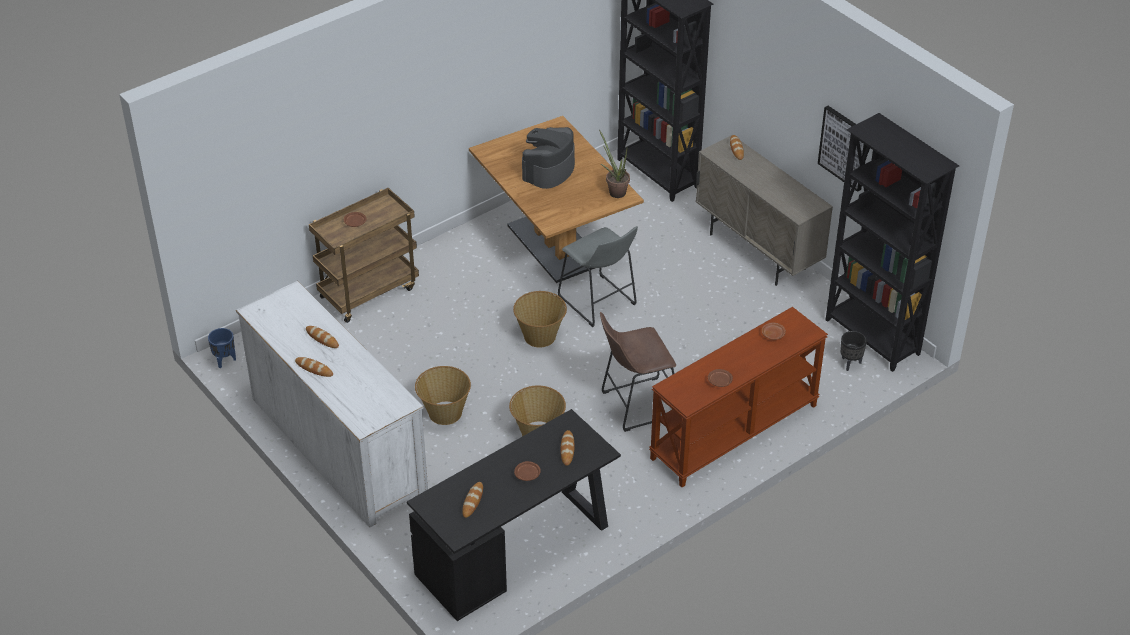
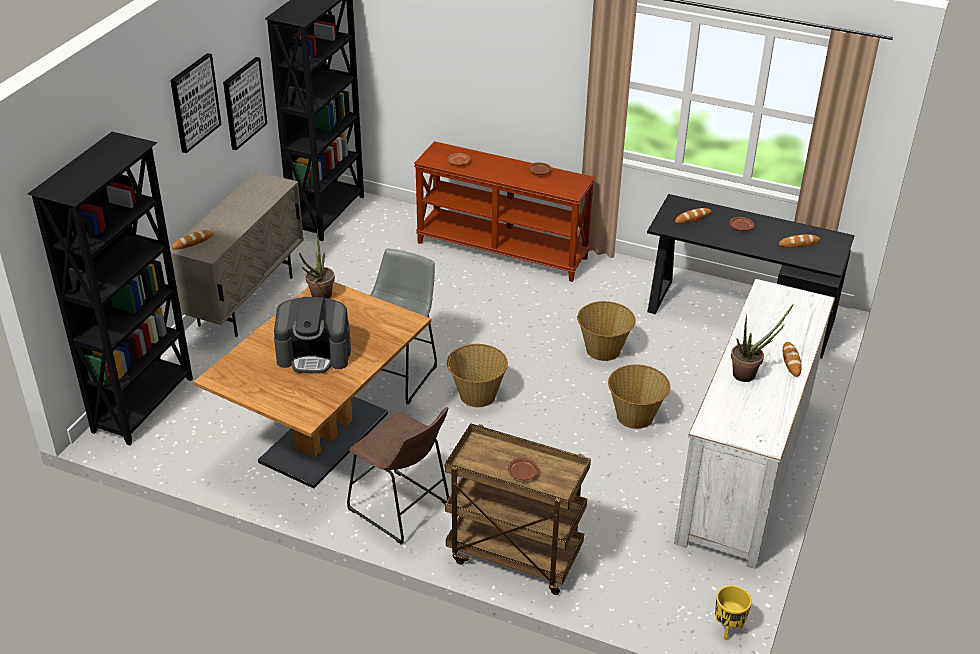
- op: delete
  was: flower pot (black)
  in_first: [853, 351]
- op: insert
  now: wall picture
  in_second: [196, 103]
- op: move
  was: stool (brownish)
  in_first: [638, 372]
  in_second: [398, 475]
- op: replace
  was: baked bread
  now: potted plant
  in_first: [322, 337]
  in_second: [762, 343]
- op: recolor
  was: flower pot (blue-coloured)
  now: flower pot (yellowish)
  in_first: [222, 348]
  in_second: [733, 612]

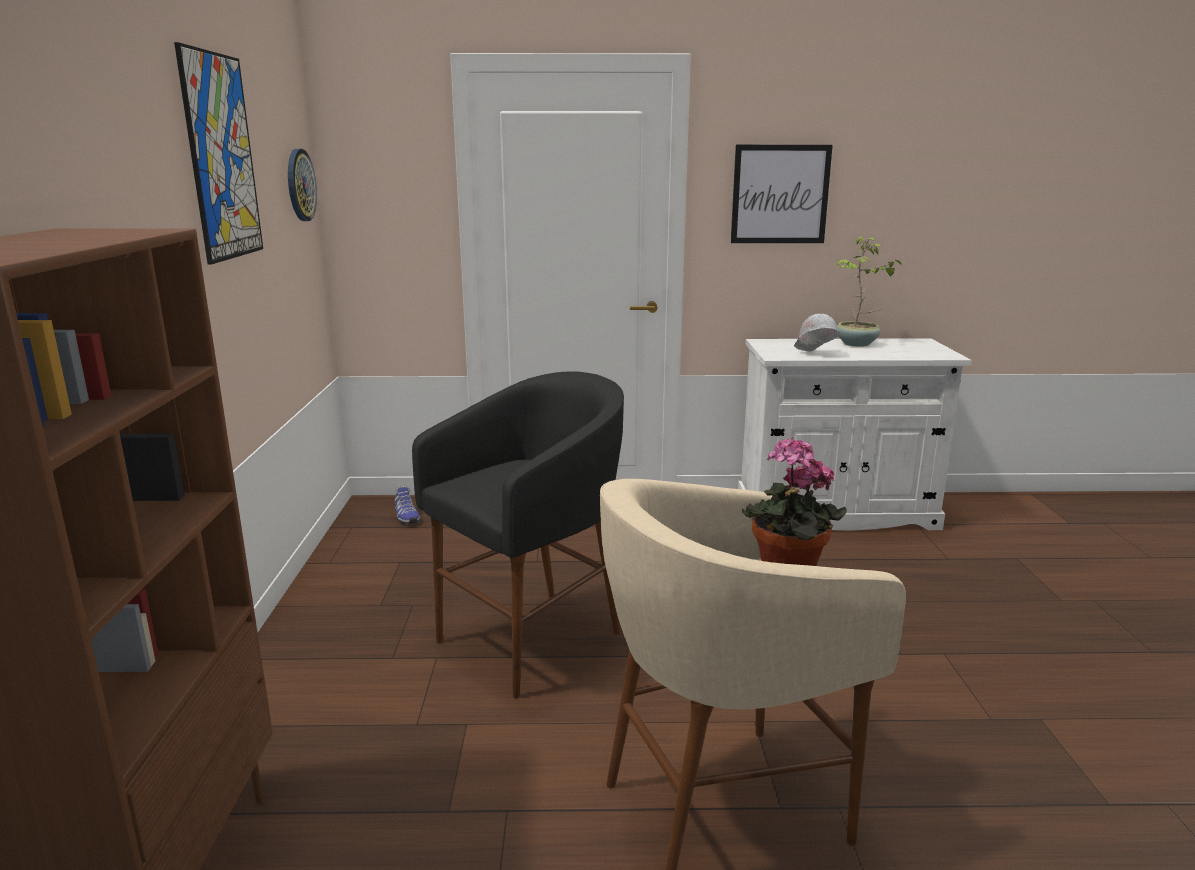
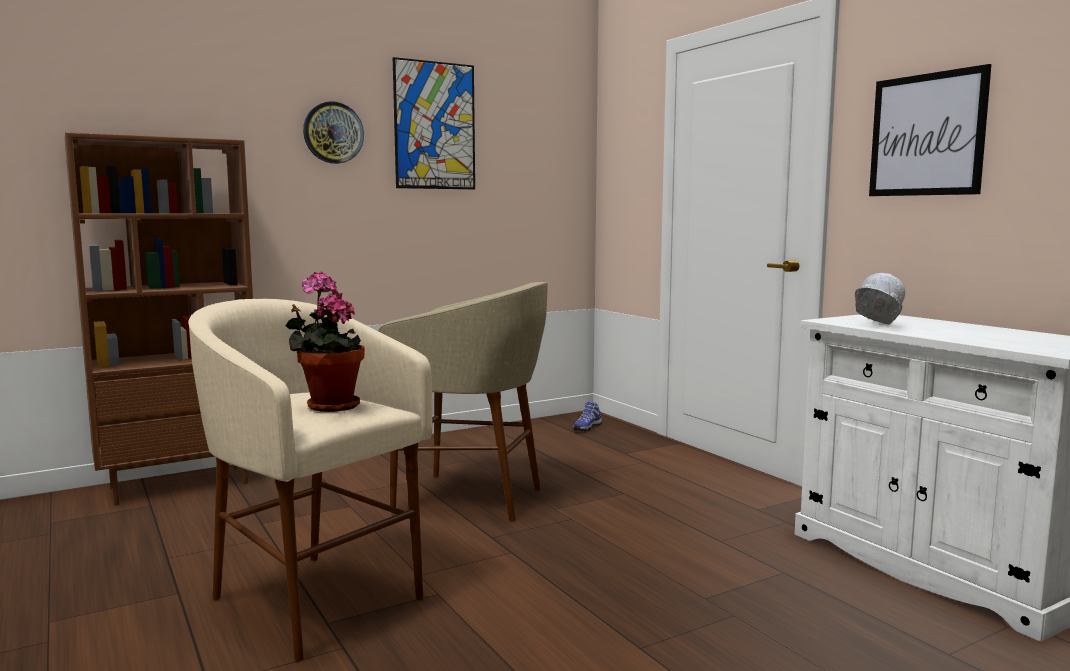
- op: delete
  was: potted plant
  in_first: [868, 291]
- op: move
  was: clock on the wall
  in_first: [302, 185]
  in_second: [333, 132]
- op: recolor
  was: stool (black)
  now: stool (beige)
  in_first: [518, 535]
  in_second: [463, 401]

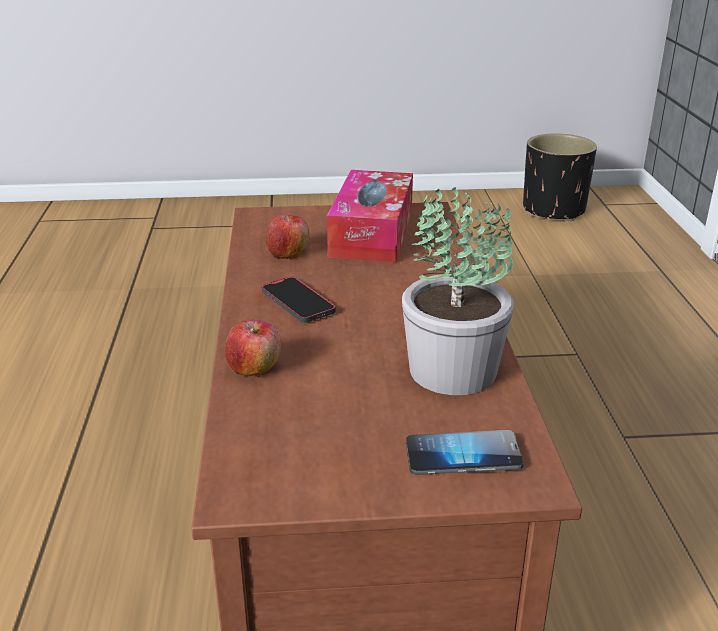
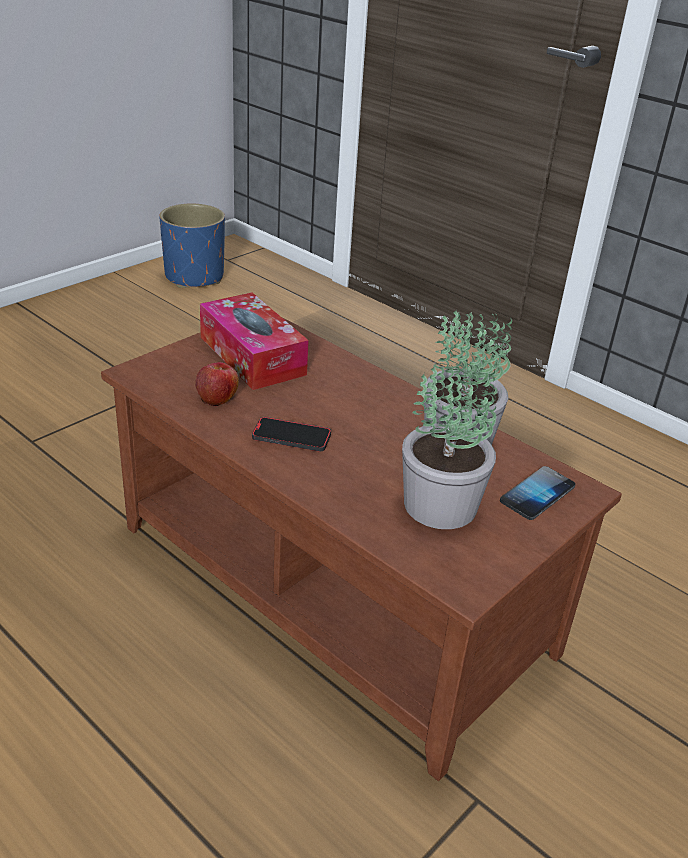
- op: delete
  was: whole apple
  in_first: [253, 348]
- op: insert
  now: potted plant
  in_second: [449, 446]
- op: recolor
  was: flower pot (black)
  now: flower pot (blue-coloured)
  in_first: [560, 177]
  in_second: [192, 246]

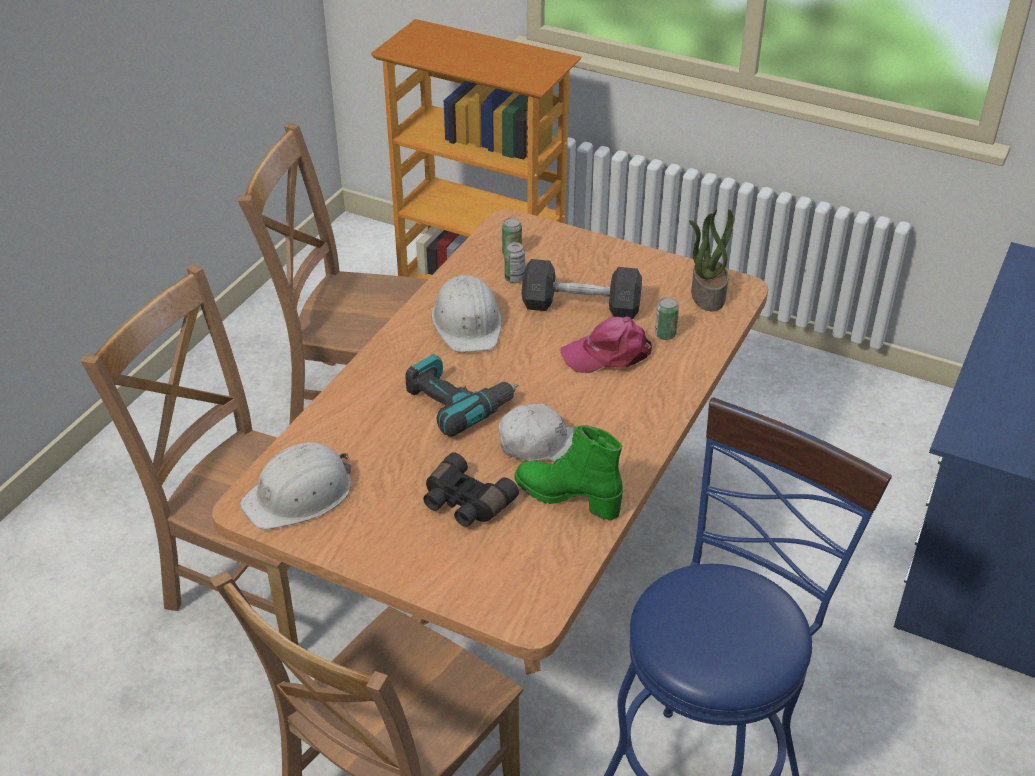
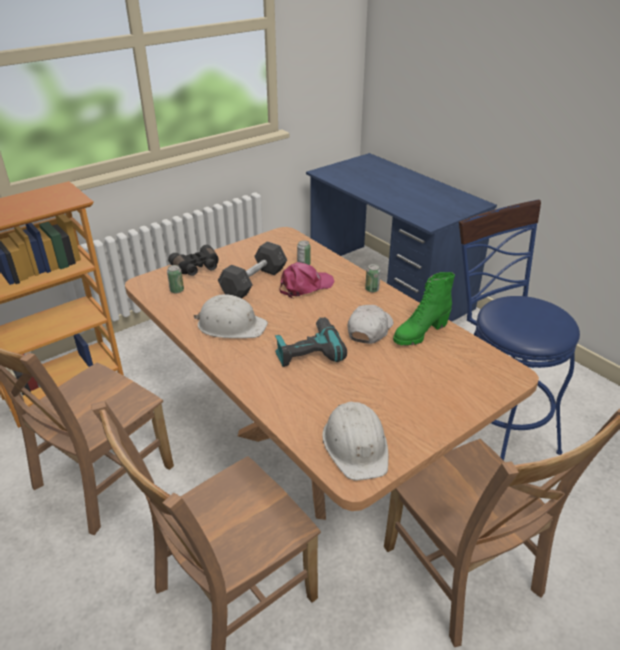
- op: delete
  was: potted plant
  in_first: [711, 260]
- op: move
  was: pair of binoculars (black)
  in_first: [471, 489]
  in_second: [193, 260]
- op: move
  was: can
  in_first: [514, 262]
  in_second: [373, 278]
- op: rotate
  was: baseball cap (pink-coloured)
  in_first: [606, 345]
  in_second: [306, 280]
  clockwise: -135

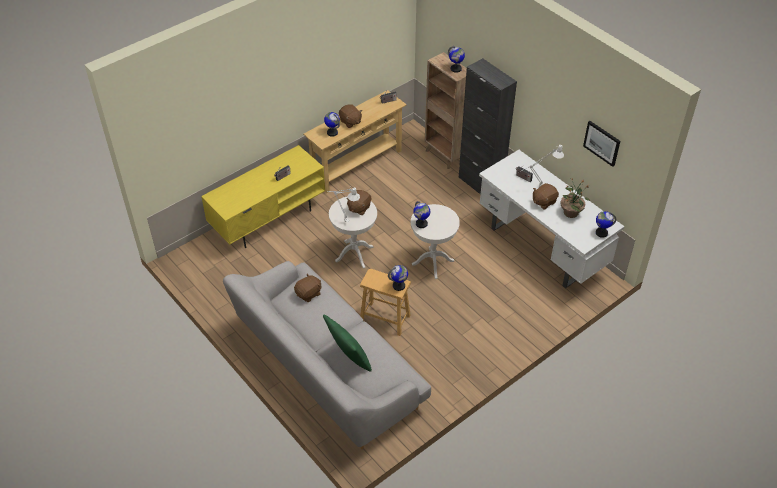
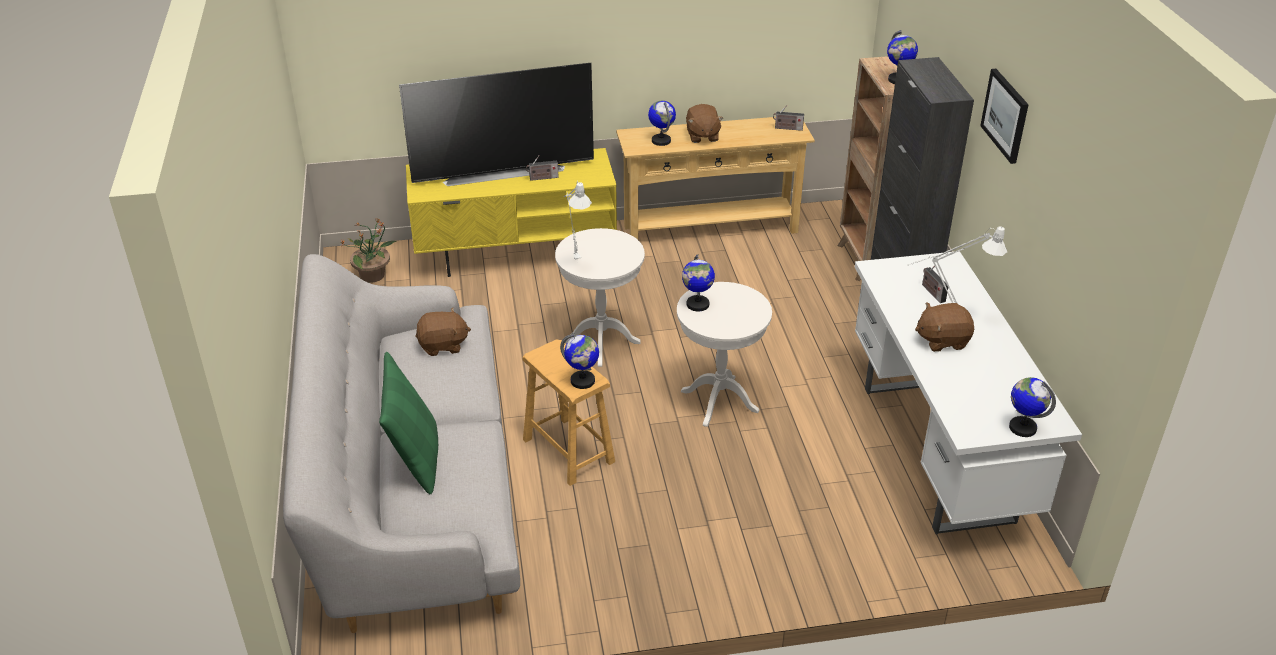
- op: delete
  was: cuddly toy (brownish)
  in_first: [358, 202]
- op: insert
  now: TV set
  in_second: [496, 124]
- op: move
  was: potted plant
  in_first: [575, 198]
  in_second: [368, 250]
- op: move
  was: wall picture
  in_first: [601, 144]
  in_second: [1004, 116]

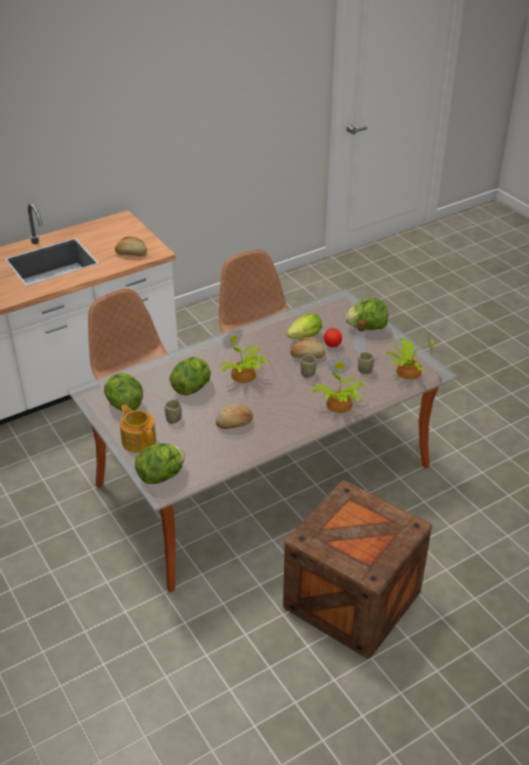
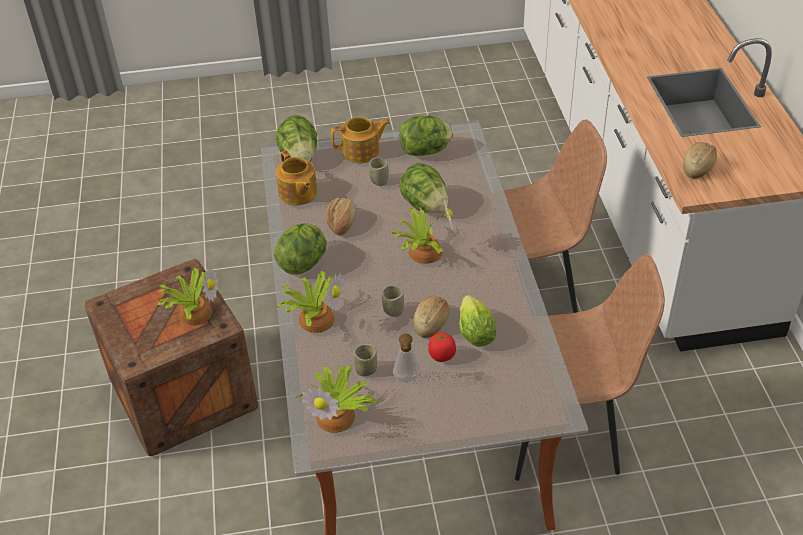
- op: insert
  now: potted plant
  in_second: [187, 296]
- op: insert
  now: teapot
  in_second: [297, 177]
- op: move
  was: lettuce
  in_first: [366, 314]
  in_second: [300, 249]

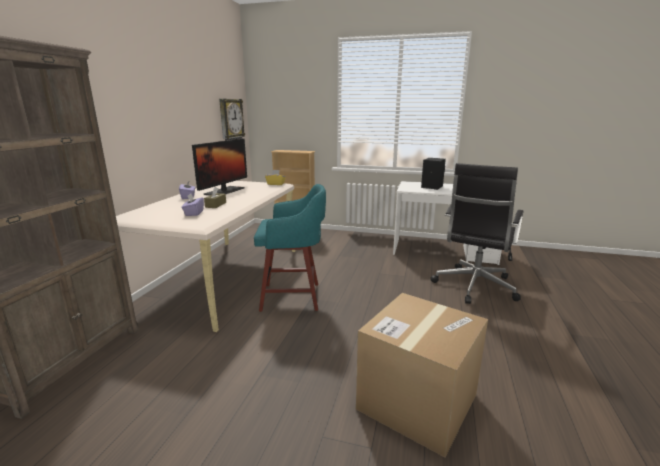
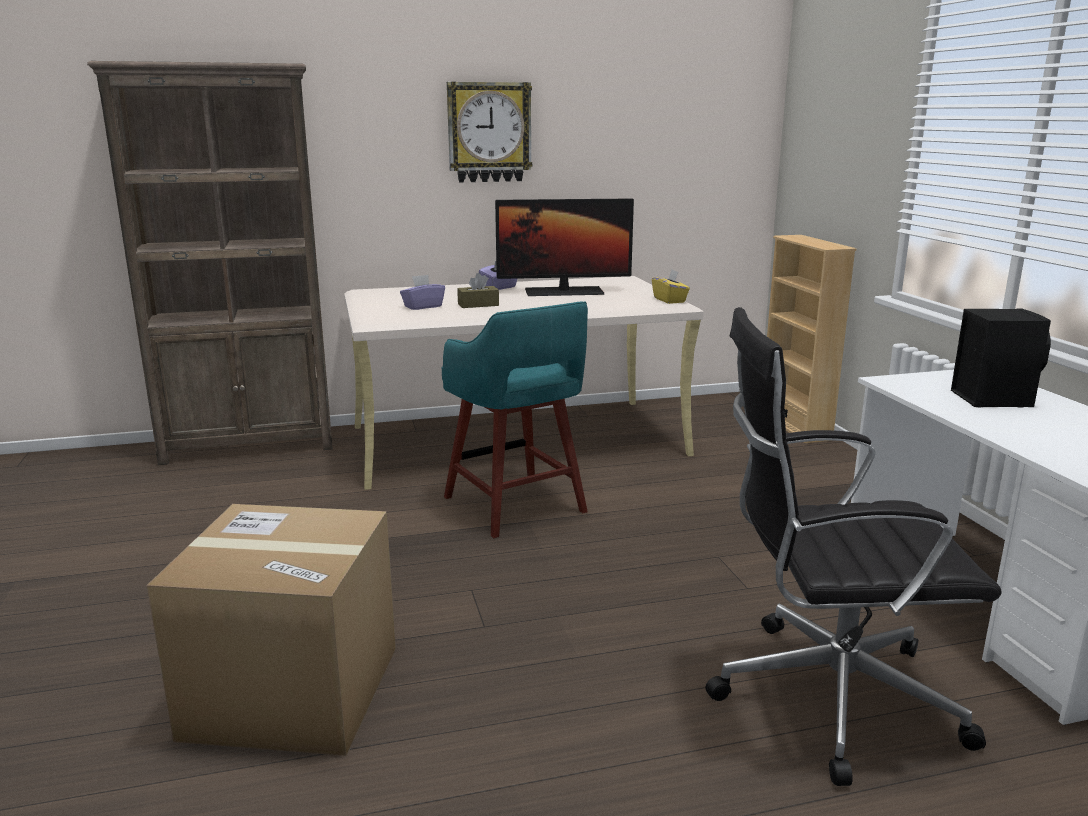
- op: move
  was: clock on the wall
  in_first: [232, 120]
  in_second: [489, 132]

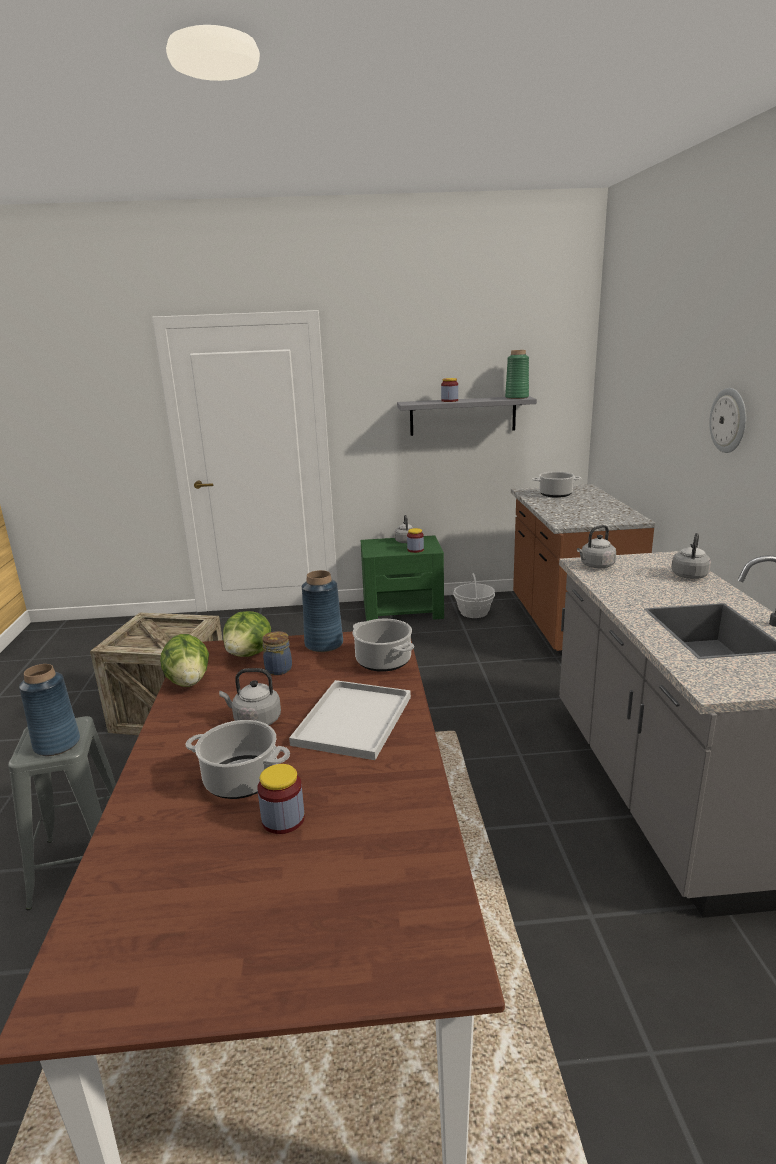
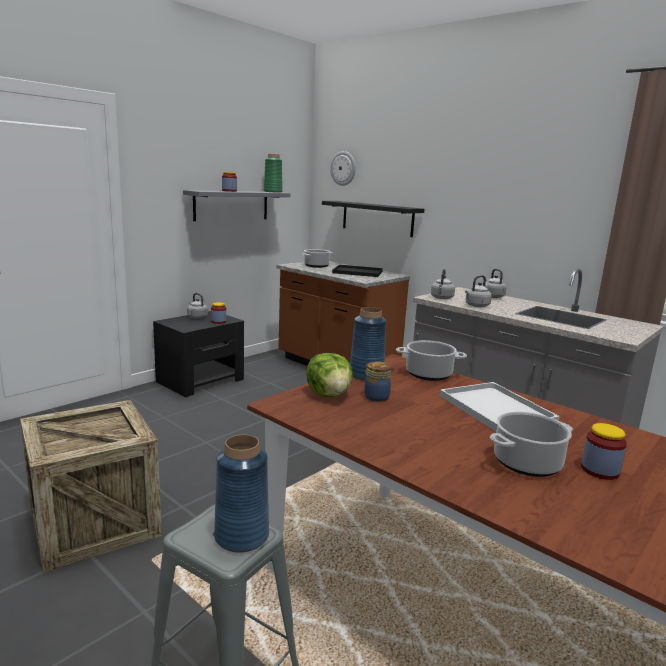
- op: delete
  was: lettuce
  in_first: [184, 660]
- op: delete
  was: basket
  in_first: [474, 595]
- op: insert
  now: wall shelf (black)
  in_second: [373, 219]
- op: insert
  now: serving tray (black)
  in_second: [357, 271]
- op: move
  was: water kettle (grey)
  in_first: [250, 696]
  in_second: [478, 291]
- op: move
  was: clock on the wall
  in_first: [727, 420]
  in_second: [343, 168]
- op: recolor
  was: night table (green-coloured)
  now: night table (black)
  in_first: [402, 578]
  in_second: [198, 354]

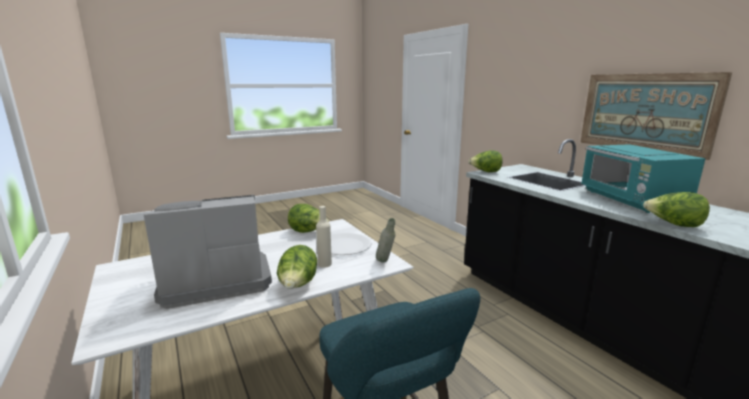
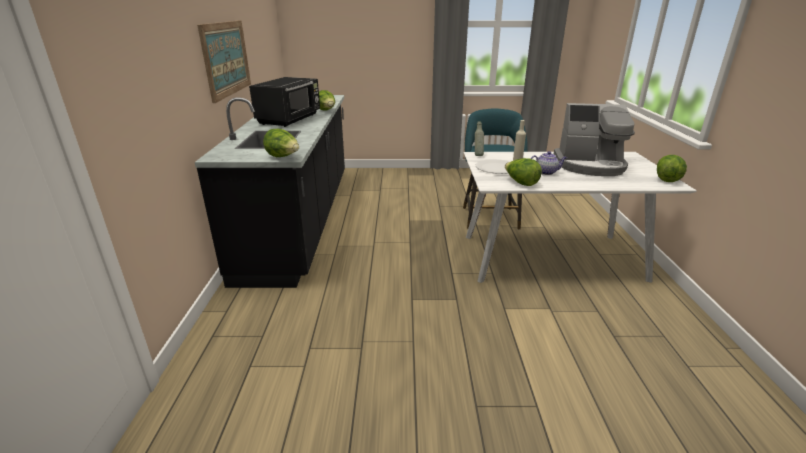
- op: insert
  now: teapot
  in_second: [548, 163]
- op: move
  was: lettuce
  in_first: [297, 267]
  in_second: [672, 168]
- op: recolor
  was: microwave oven (blue-green)
  now: microwave oven (black)
  in_first: [643, 178]
  in_second: [284, 102]

